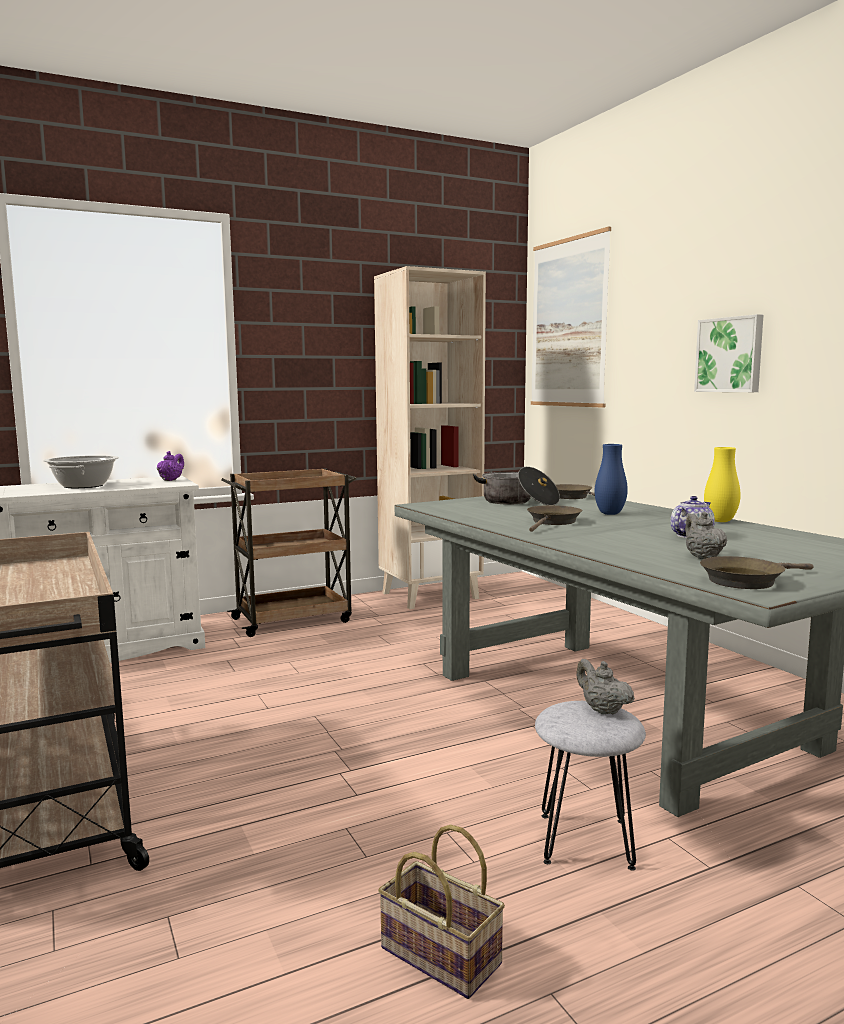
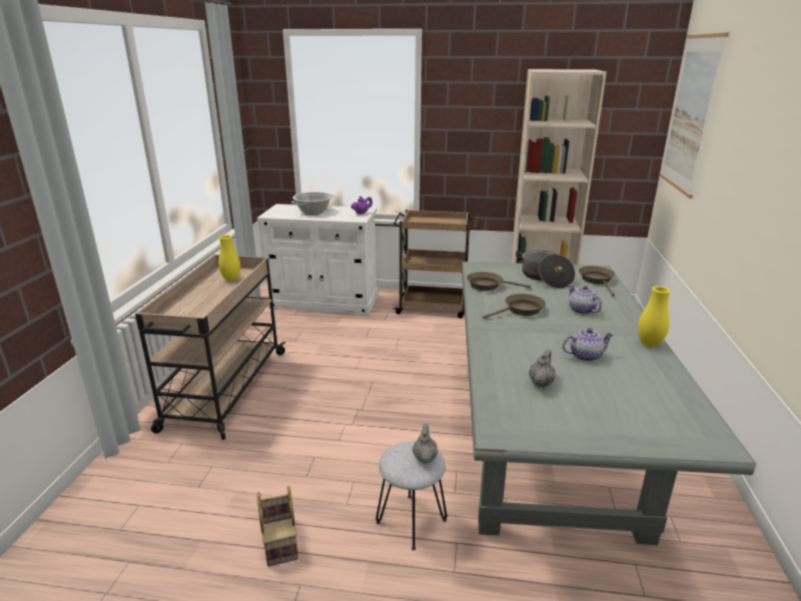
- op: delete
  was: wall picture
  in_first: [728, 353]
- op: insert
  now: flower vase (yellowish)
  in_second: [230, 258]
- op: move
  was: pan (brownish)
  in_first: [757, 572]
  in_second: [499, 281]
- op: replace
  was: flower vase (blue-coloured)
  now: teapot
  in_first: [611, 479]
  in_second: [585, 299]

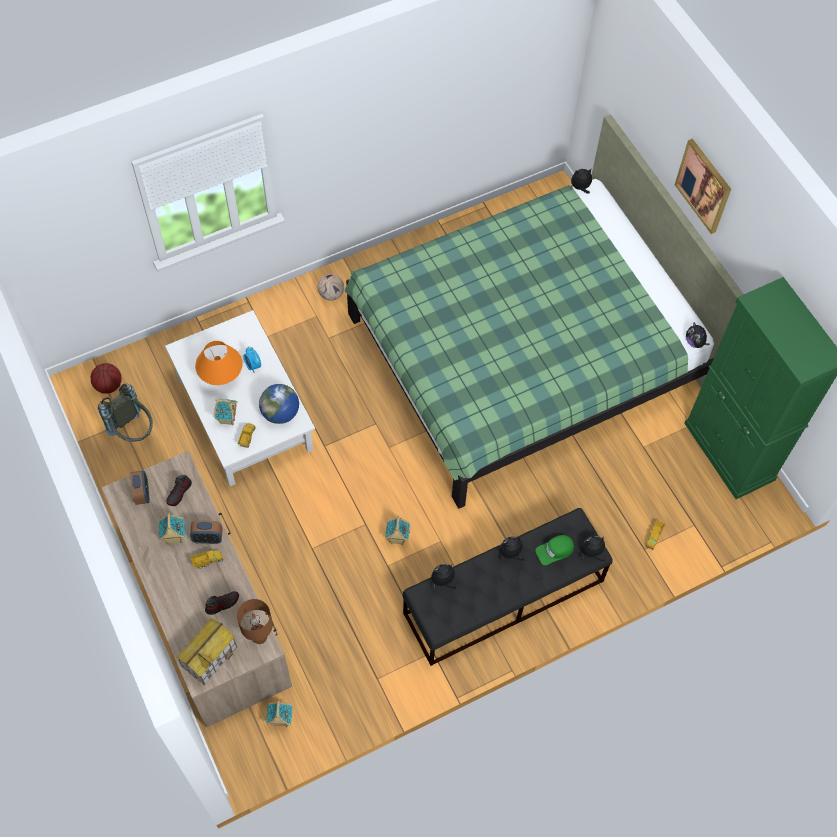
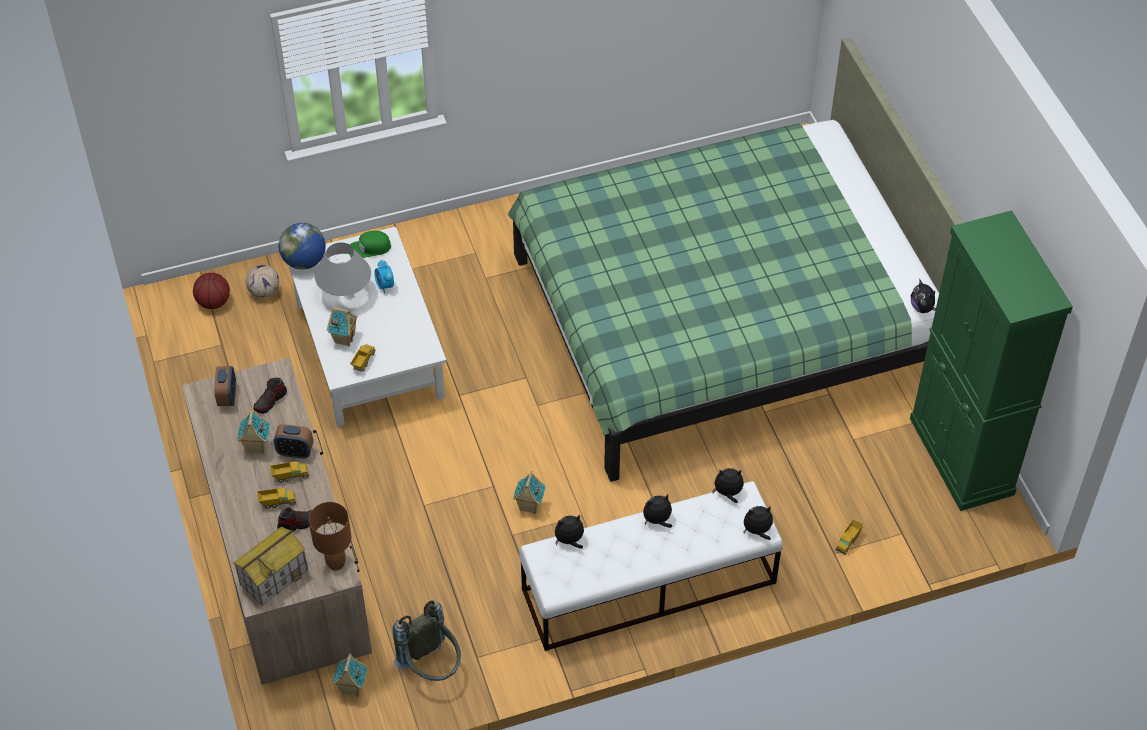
- op: delete
  was: wall picture
  in_first: [703, 186]
- op: insert
  now: toy truck
  in_second: [276, 498]
- op: move
  was: knapsack (grey)
  in_first: [125, 412]
  in_second: [426, 640]
- op: move
  was: desk globe
  in_first: [279, 404]
  in_second: [302, 246]
- op: move
  was: ball for football
  in_first: [331, 287]
  in_second: [262, 281]
- op: move
  was: baseball cap (green-coloured)
  in_first: [555, 550]
  in_second: [370, 244]
- op: move
  was: cuddly toy
  in_first: [581, 181]
  in_second: [728, 485]
- op: recolor
  was: tabletop lamp (orangey)
  now: tabletop lamp (grey)
  in_first: [219, 363]
  in_second: [343, 269]
- op: recolor
  was: long seat (black)
  now: long seat (white-coloured)
  in_first: [507, 587]
  in_second: [651, 566]

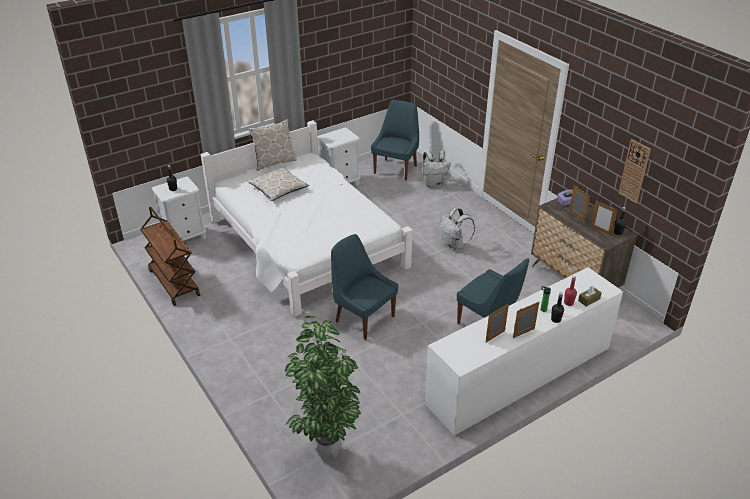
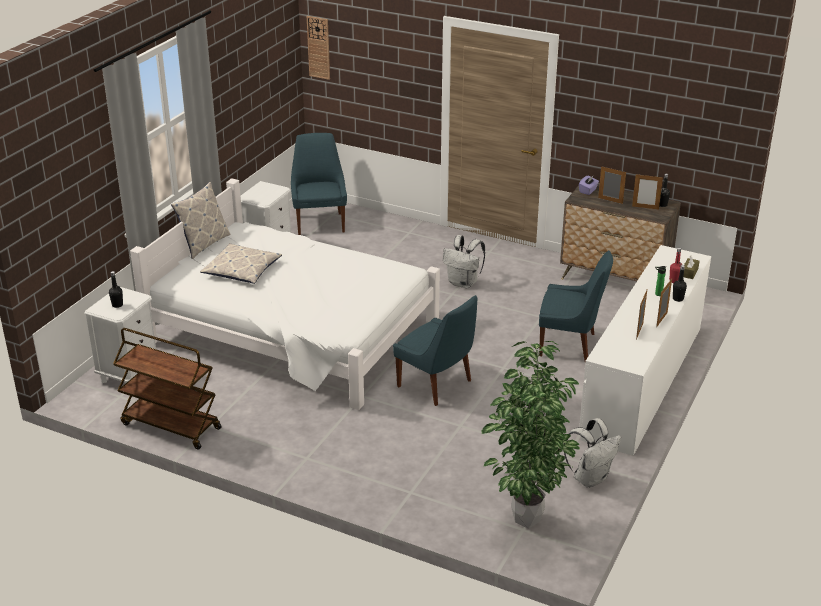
- op: move
  was: knapsack (white-coloured)
  in_first: [437, 168]
  in_second: [592, 453]
- op: move
  was: clock on the wall
  in_first: [634, 171]
  in_second: [318, 48]
- op: rotate
  was: upright chair (blue-coloured)
  in_first: [364, 287]
  in_second: [435, 350]
  clockwise: -150

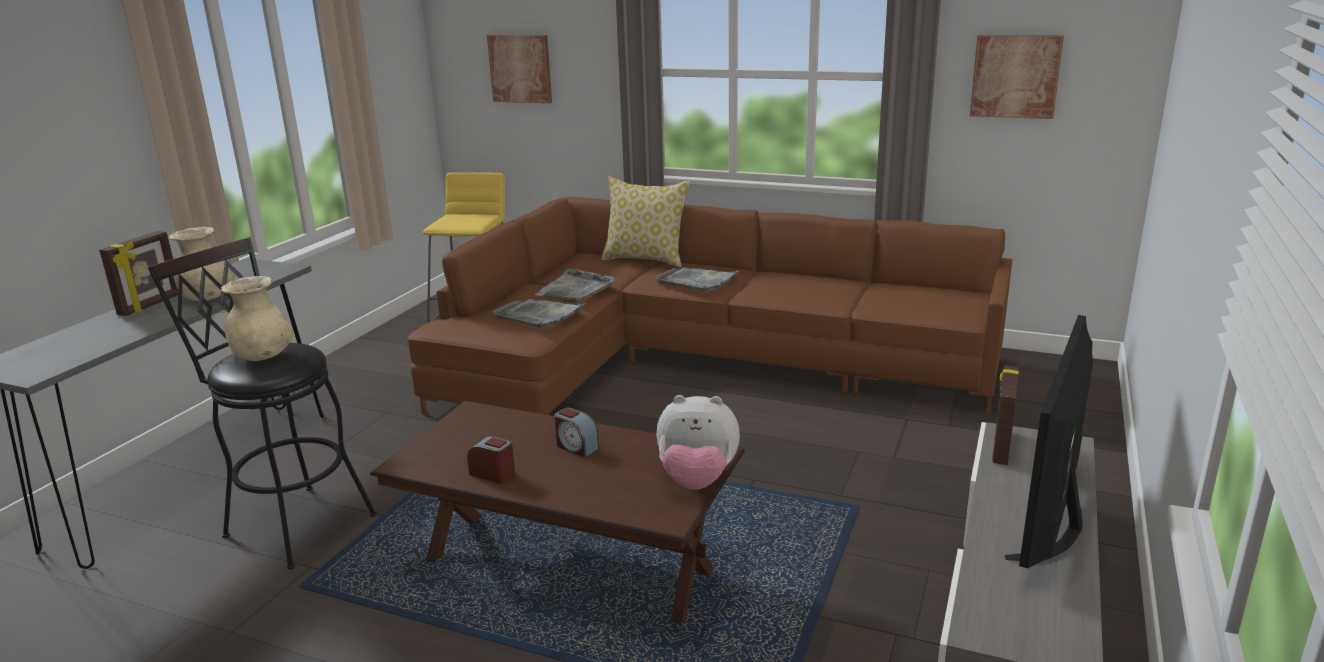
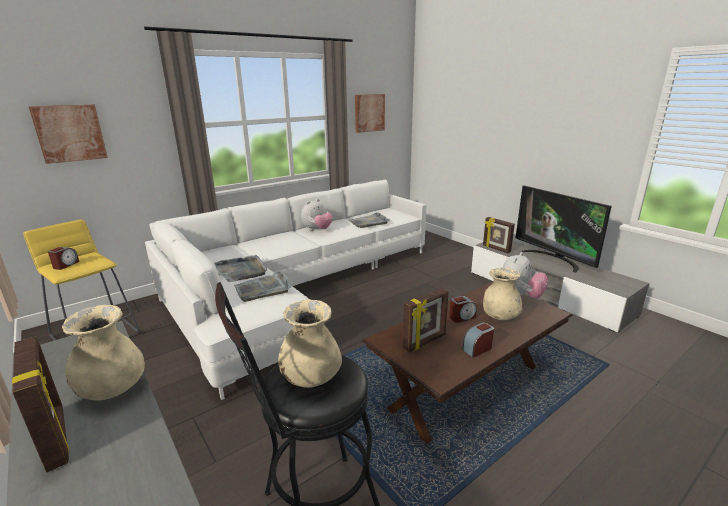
- op: delete
  was: cushion
  in_first: [645, 222]
- op: insert
  now: alarm clock
  in_second: [63, 258]
- op: insert
  now: cuddly toy
  in_second: [317, 215]
- op: insert
  now: standing frame
  in_second: [426, 320]
- op: insert
  now: flower vase (beige)
  in_second: [503, 294]
- op: move
  was: serving tray (grey)
  in_first: [697, 279]
  in_second: [369, 220]
- op: recolor
  was: couch (brownish)
  now: couch (white-coloured)
  in_first: [709, 306]
  in_second: [285, 289]

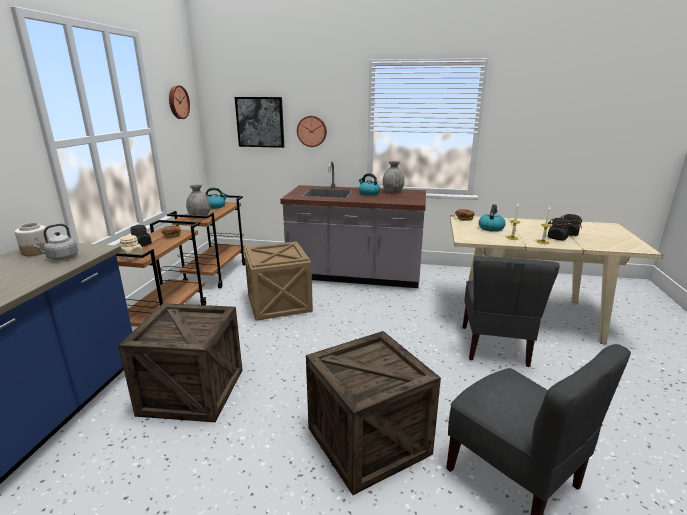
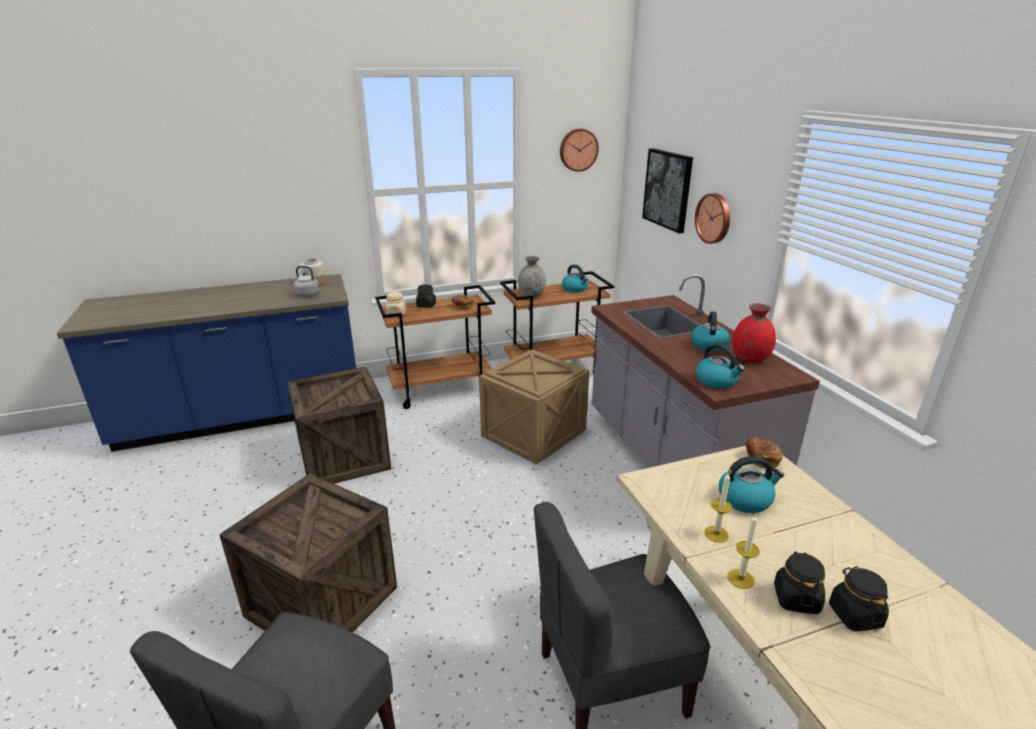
- op: insert
  now: water kettle
  in_second: [720, 366]
- op: recolor
  was: flower vase (grey)
  now: flower vase (red-coloured)
  in_first: [394, 177]
  in_second: [754, 333]

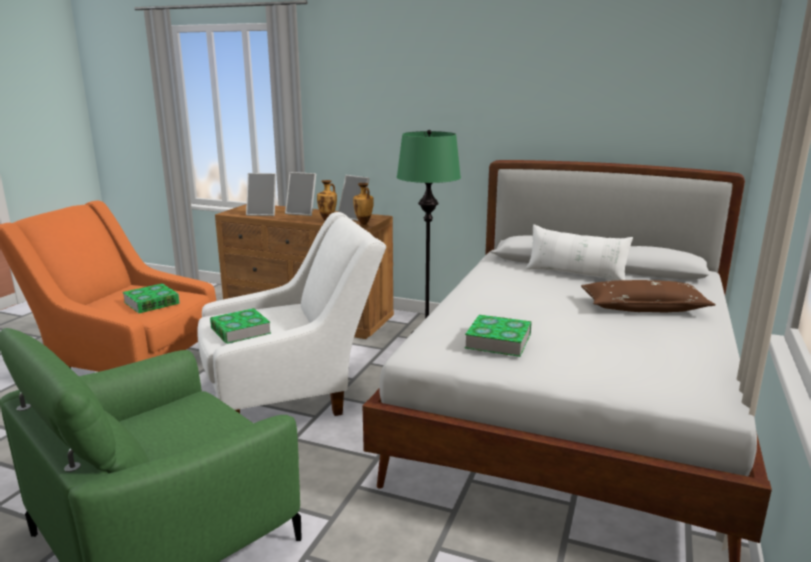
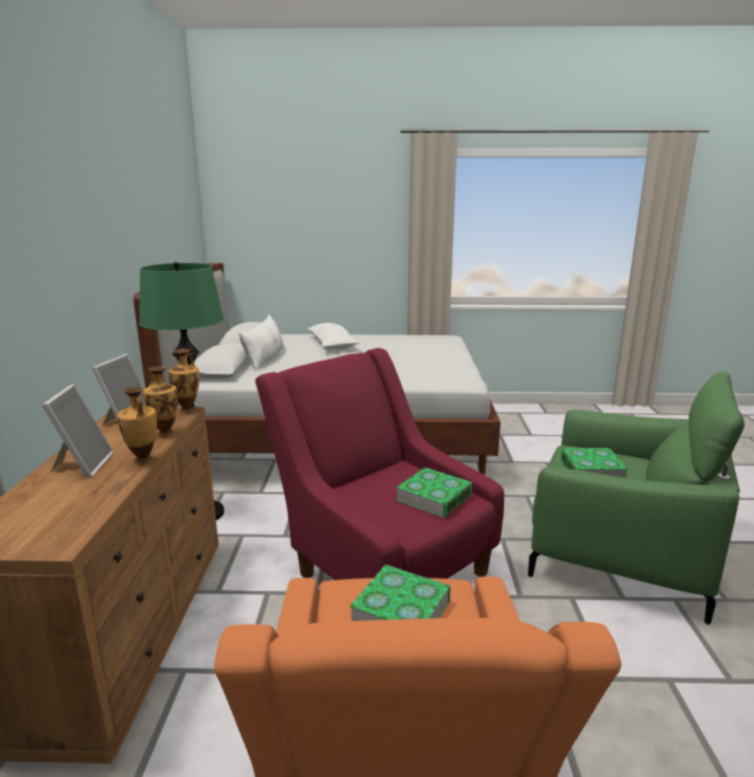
- op: delete
  was: standing frame
  in_first: [261, 194]
- op: insert
  now: flower vase
  in_second: [137, 425]
- op: move
  was: book
  in_first: [498, 335]
  in_second: [594, 463]
- op: recolor
  was: armchair (white-coloured)
  now: armchair (red-coloured)
  in_first: [291, 314]
  in_second: [379, 464]
- op: recolor
  was: cushion (brownish)
  now: cushion (white-coloured)
  in_first: [648, 296]
  in_second: [333, 336]

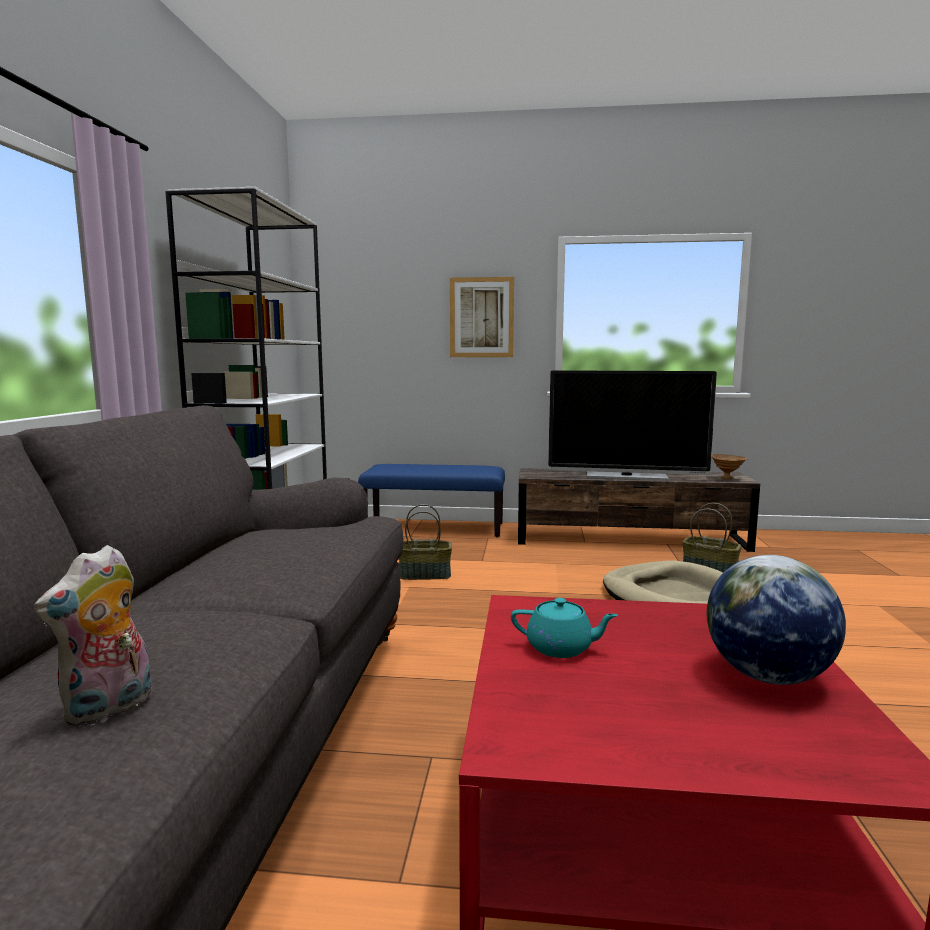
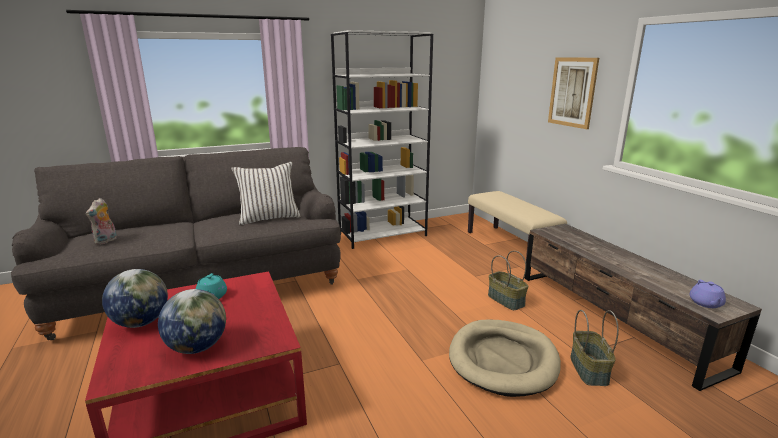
- op: delete
  was: TV set
  in_first: [632, 425]
- op: insert
  now: desk globe
  in_second: [135, 298]
- op: insert
  now: cushion (white-coloured)
  in_second: [266, 193]
- op: move
  was: basket
  in_first: [425, 542]
  in_second: [508, 280]
- op: replace
  was: bowl (brownish)
  now: teapot (purple-coloured)
  in_first: [729, 466]
  in_second: [708, 294]
- op: recolor
  was: long seat (blue-coloured)
  now: long seat (beige)
  in_first: [431, 500]
  in_second: [517, 226]
- op: rotate
  was: cuddly toy
  in_first: [92, 636]
  in_second: [101, 221]
  clockwise: -75

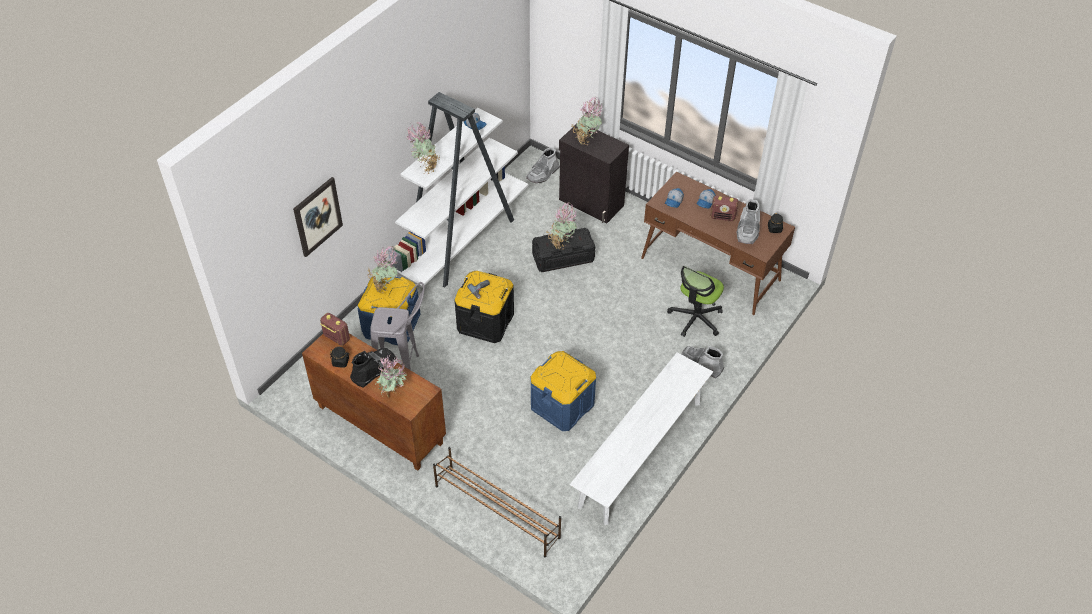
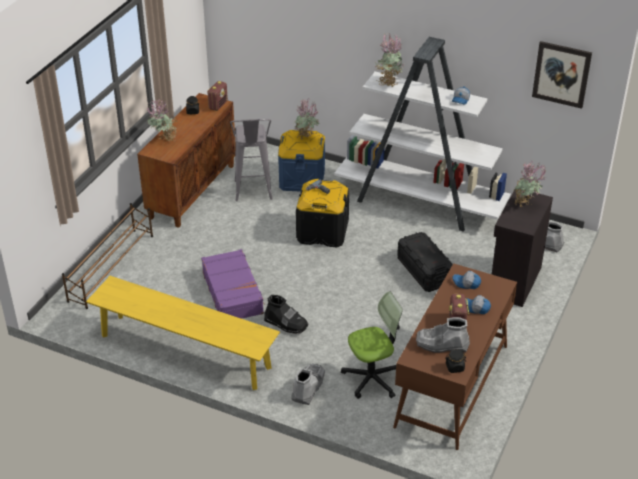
- op: delete
  was: potted plant
  in_first: [561, 225]
- op: move
  was: wall picture
  in_first: [318, 217]
  in_second: [562, 75]
- op: move
  was: boot (black)
  in_first: [373, 368]
  in_second: [286, 314]
- op: replace
  was: storage container (blue-coloured)
  now: suitcase (purple-coloured)
  in_first: [563, 391]
  in_second: [233, 284]
- op: recolor
  was: long seat (white-coloured)
  now: long seat (yellowish)
  in_first: [641, 438]
  in_second: [183, 333]
- op: rotate
  was: office chair
  in_first: [695, 301]
  in_second: [372, 345]
  clockwise: 135

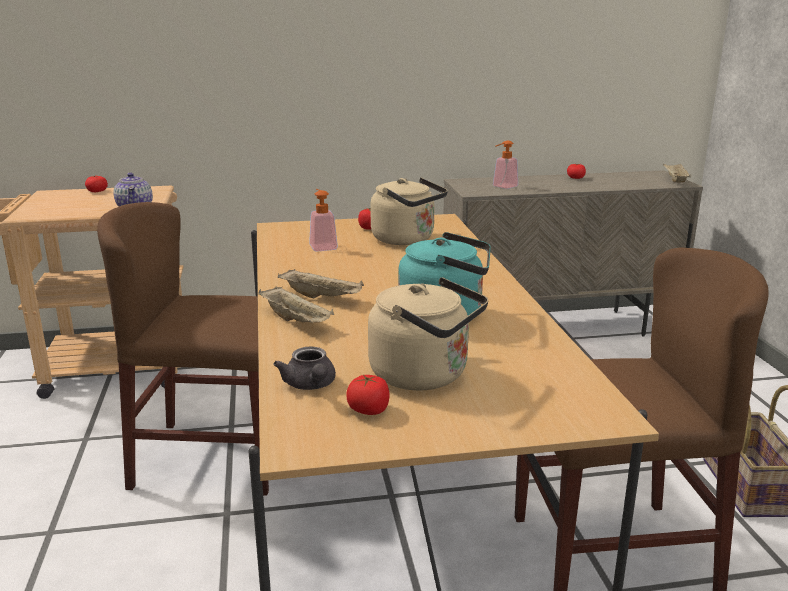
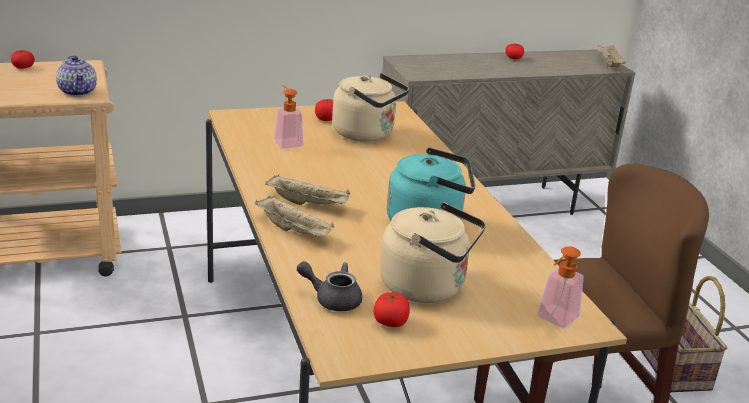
- op: delete
  was: upright chair (brownish)
  in_first: [183, 349]
- op: move
  was: soap bottle
  in_first: [505, 165]
  in_second: [560, 287]
- op: rotate
  was: teapot (grey)
  in_first: [304, 368]
  in_second: [329, 286]
  clockwise: 135

